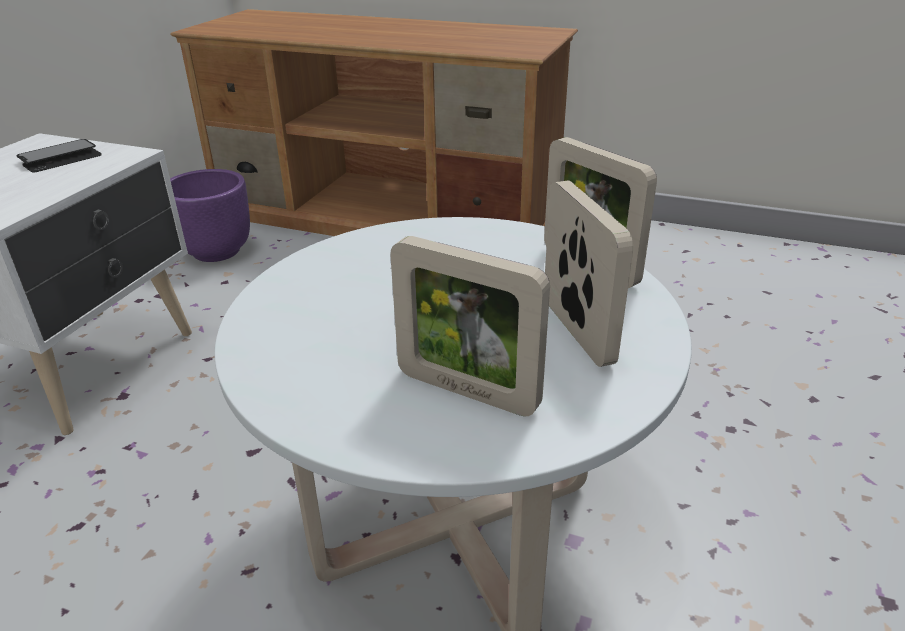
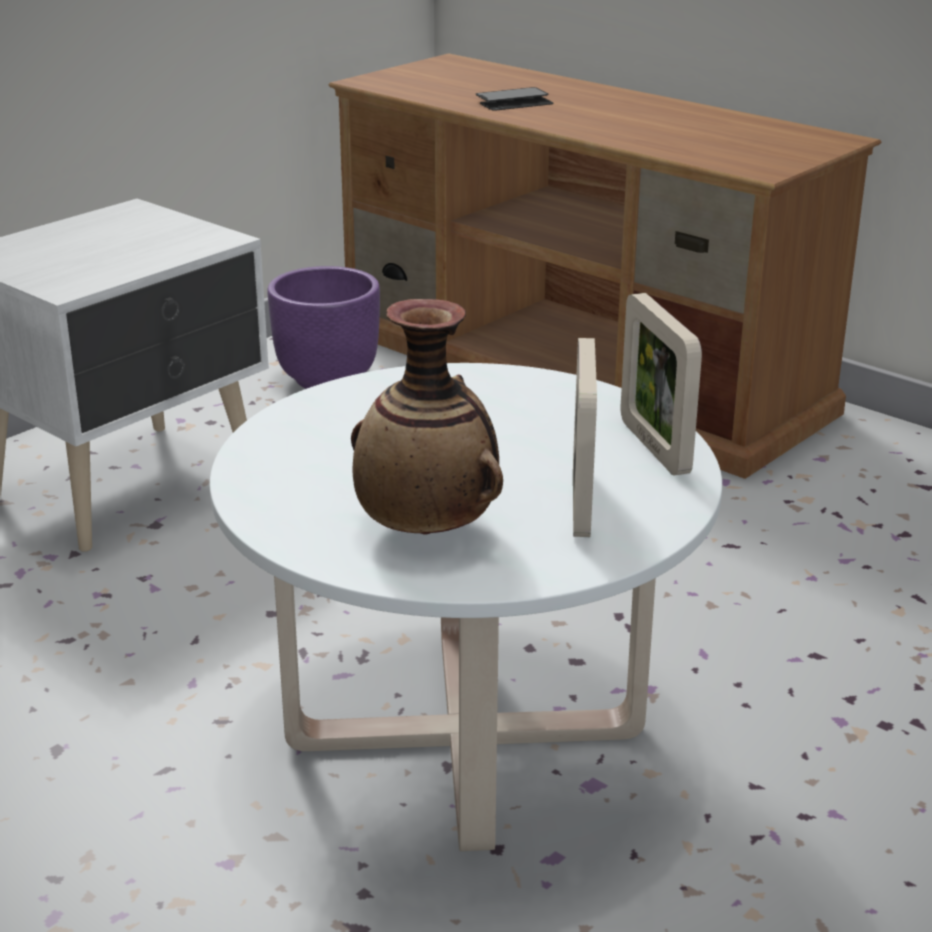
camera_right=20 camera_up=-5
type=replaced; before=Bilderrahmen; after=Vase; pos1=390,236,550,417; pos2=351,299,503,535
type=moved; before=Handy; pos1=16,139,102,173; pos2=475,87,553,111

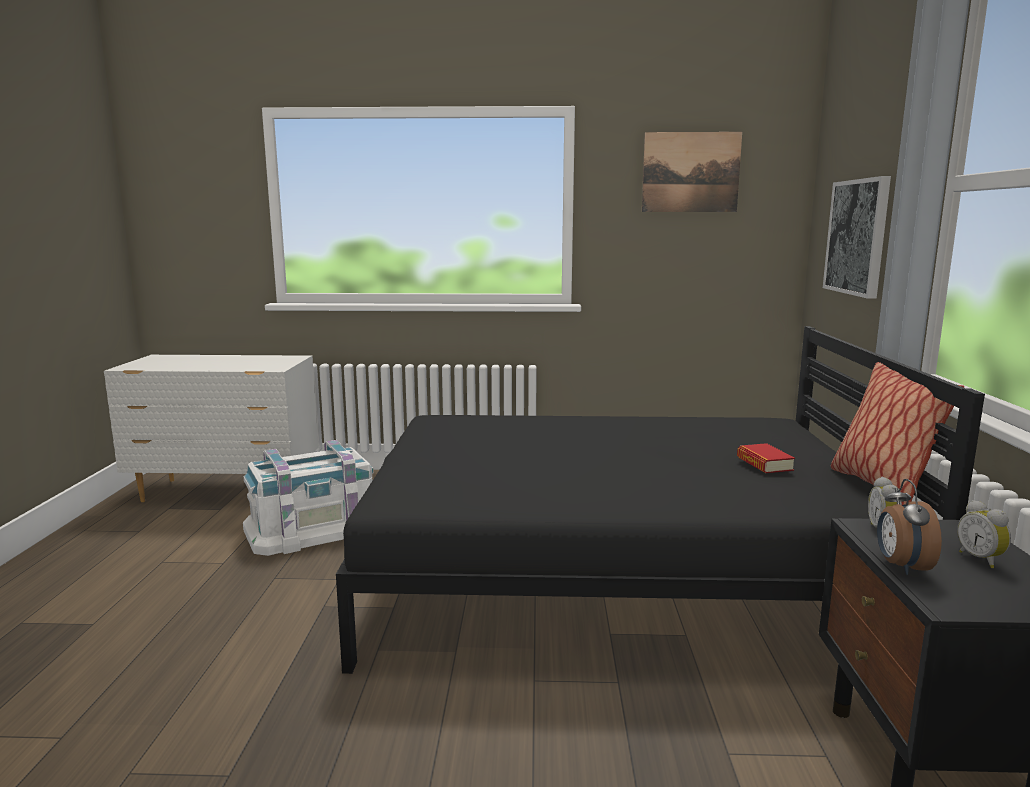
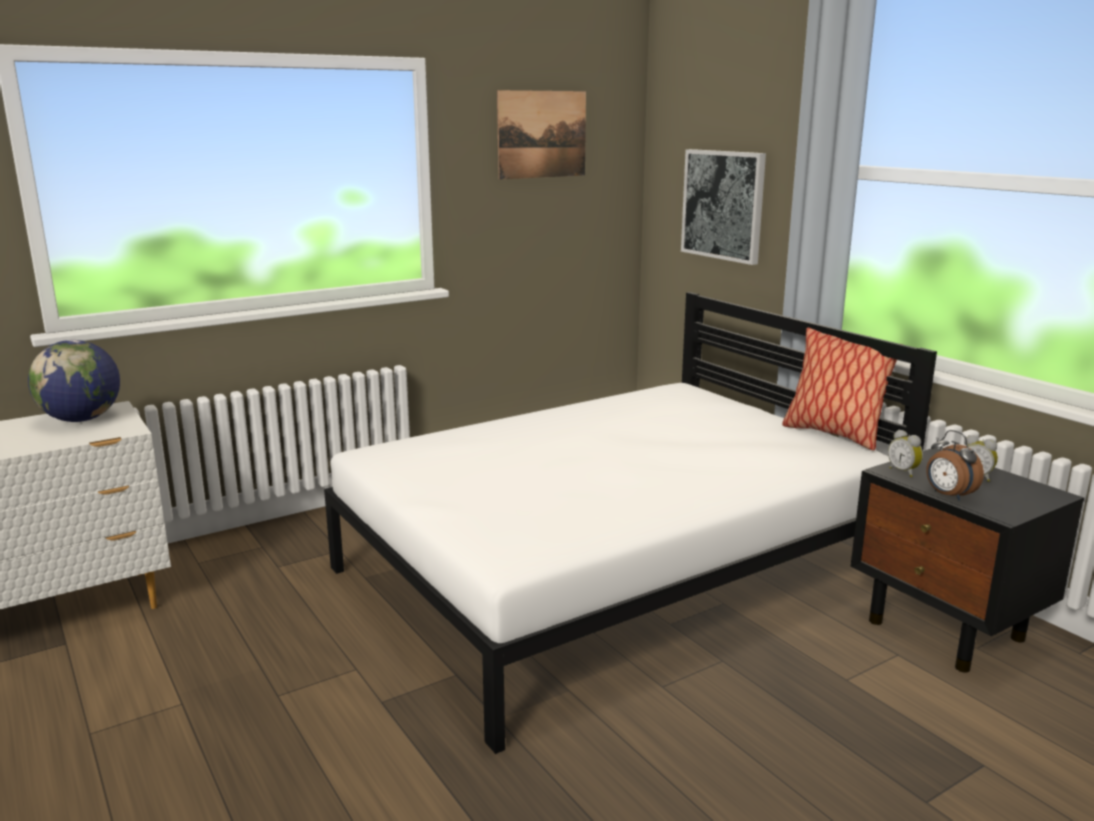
camera_right=-35 camera_up=5
type=added; after=Globus; pos2=28,340,120,422
type=recoloured; before=Bett (schwarz); after=Bett (weiß); pos1=336,326,985,674; pos2=324,292,937,754
type=removed; before=Aufbewahrungsbox (weiß); pos1=243,440,374,556
type=removed; before=Buch; pos1=737,443,795,473

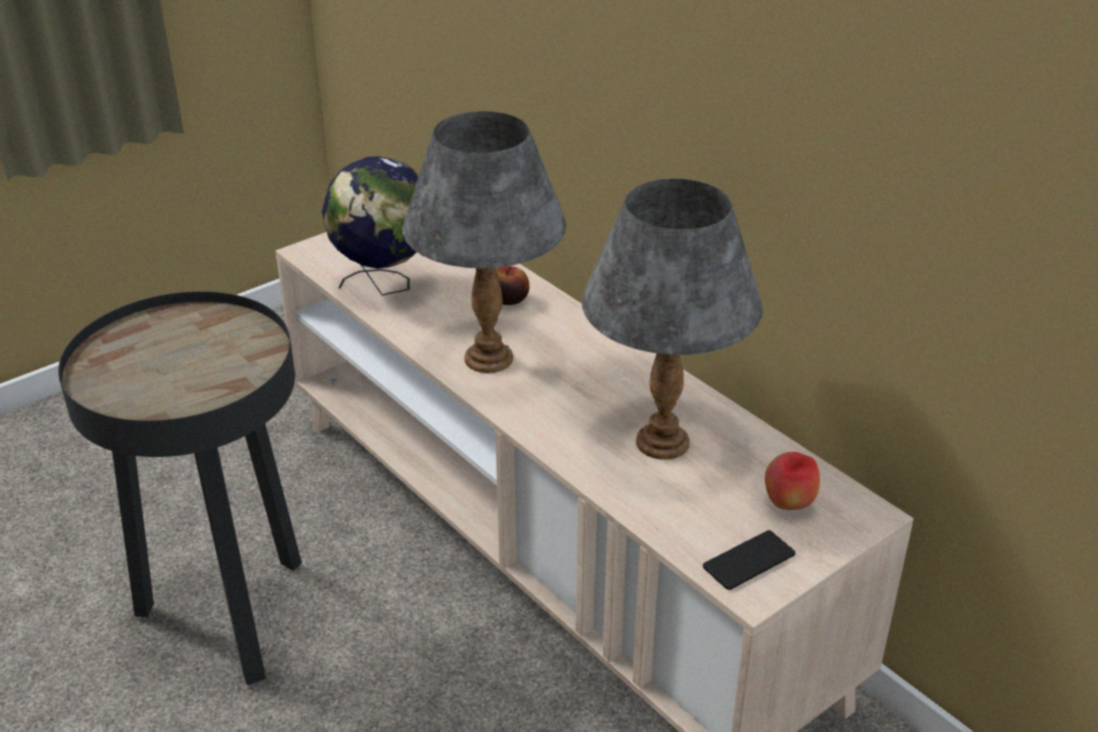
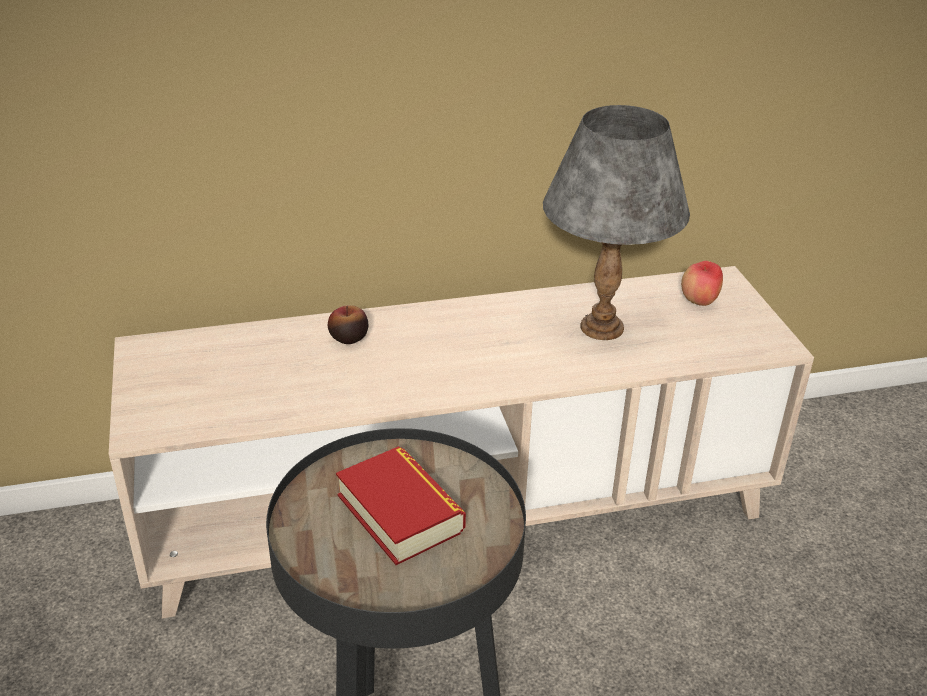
camera_right=-65 camera_up=0
type=added; after=Buch; pos2=336,446,466,565
type=removed; before=Globus; pos1=322,156,419,296
type=removed; before=Tischlampe (grau); pos1=402,111,567,373
type=removed; before=Handy; pos1=703,530,795,590

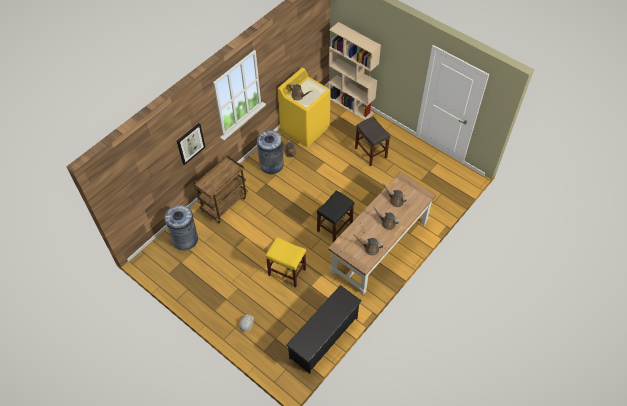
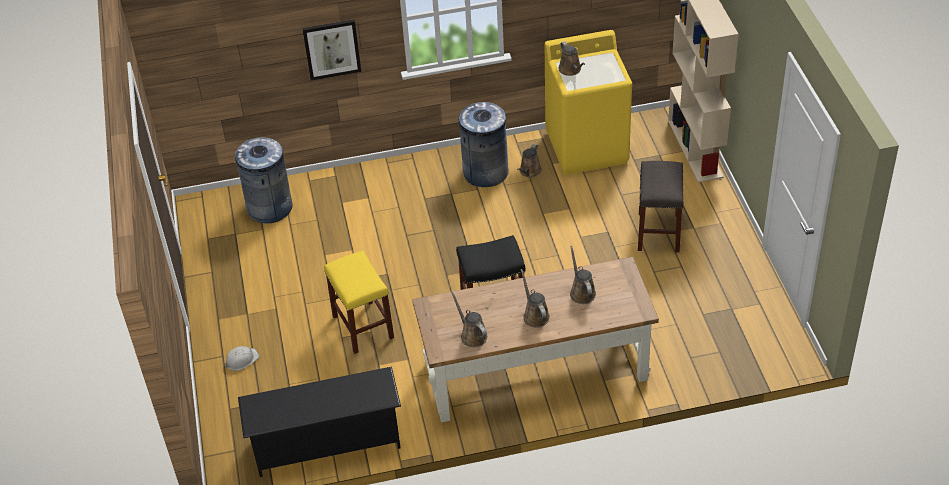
camera_right=40 camera_up=-10
type=removed; before=Rollwagen (braun); pos1=194,155,248,224

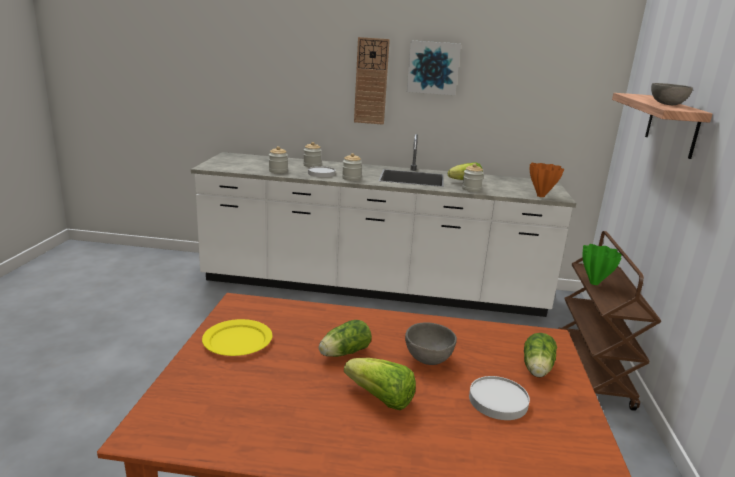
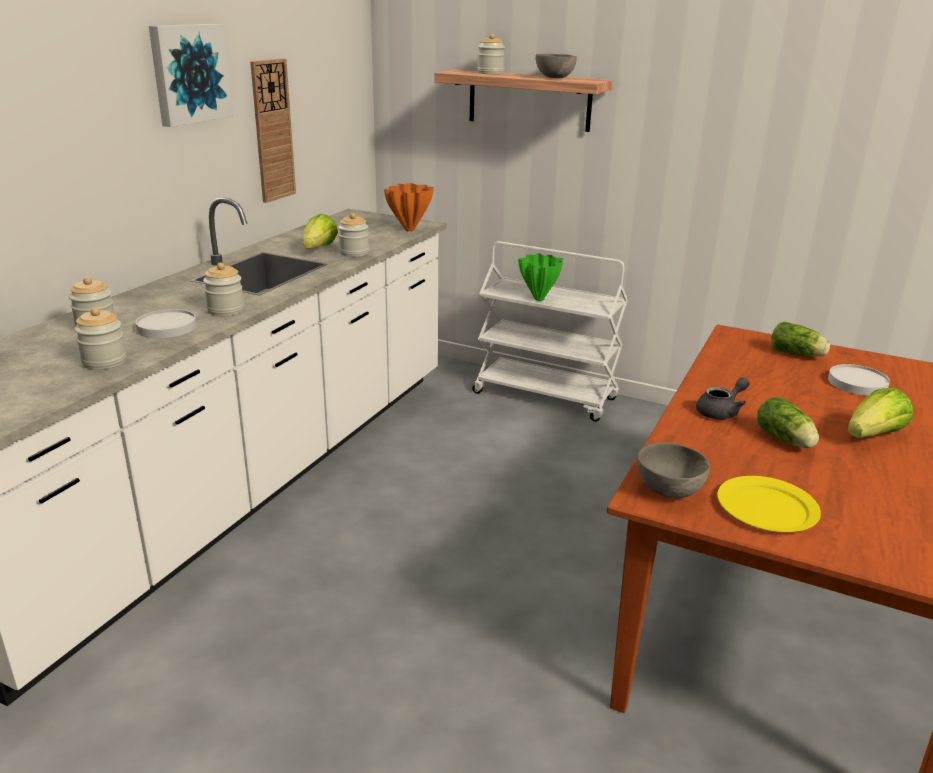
camera_right=-70 camera_up=5
type=moved; before=Wanduhr; pos1=354,37,390,125; pos2=250,58,296,203
type=recoloured; before=Rollwagen (braun); after=Rollwagen (weiß); pos1=558,231,661,411; pos2=472,241,628,422
type=added; after=Vorratsglas; pos2=477,33,505,74
type=moved; before=Schüssel (grau); pos1=405,322,457,365; pos2=637,443,710,499
type=added; after=Teekanne (grau); pos2=696,377,750,420

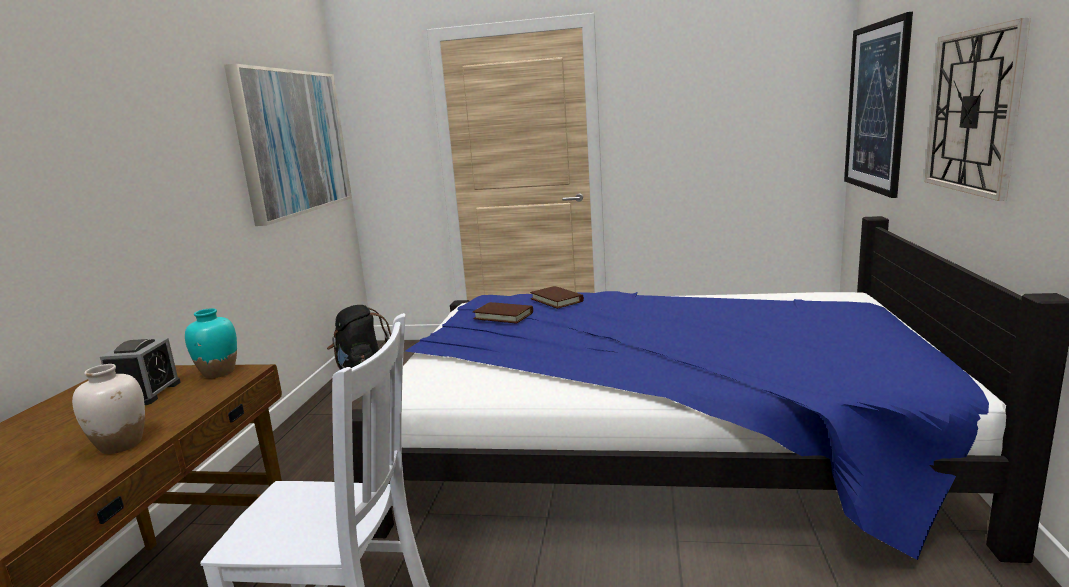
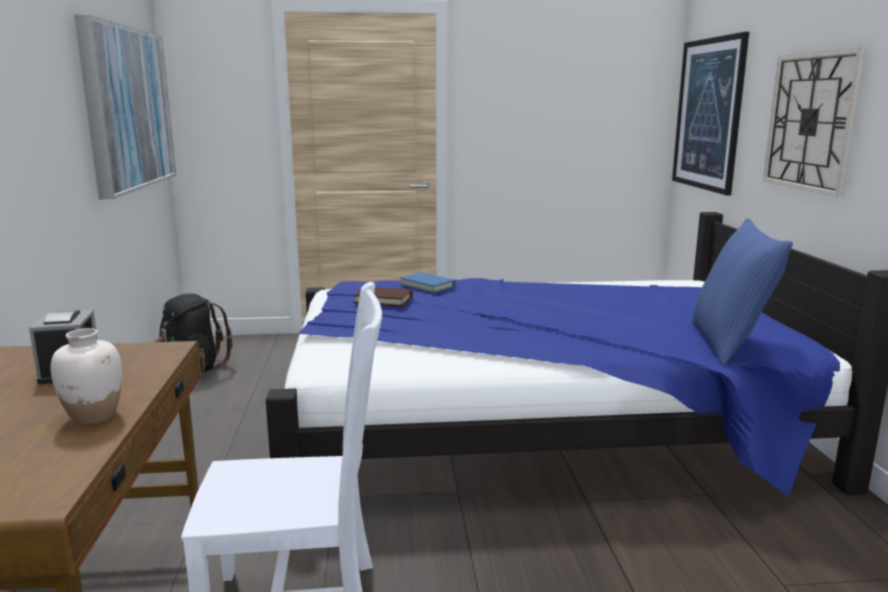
camera_right=-15 camera_up=0
type=recoloured; before=Buch (braun); after=Buch (blau); pos1=530,286,584,309; pos2=400,272,456,293
type=added; after=Kissen (blau); pos2=692,218,793,366
type=removed; before=Vase (türkis); pos1=185,308,237,378

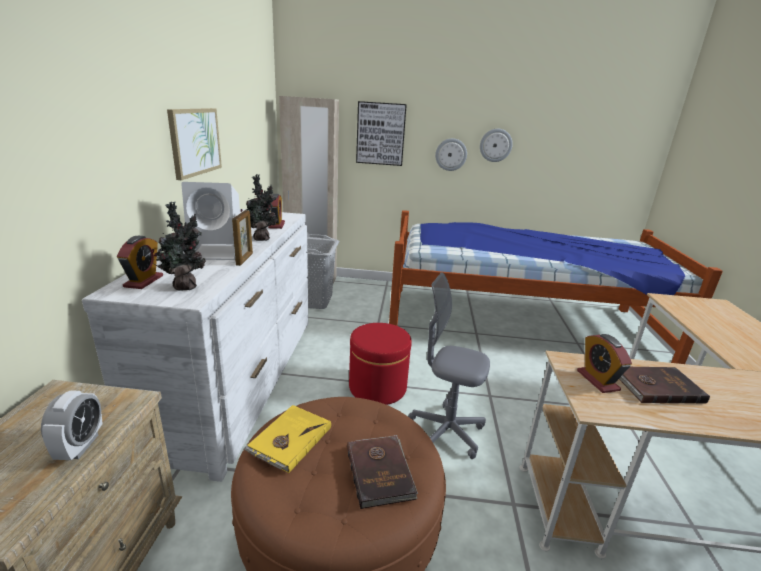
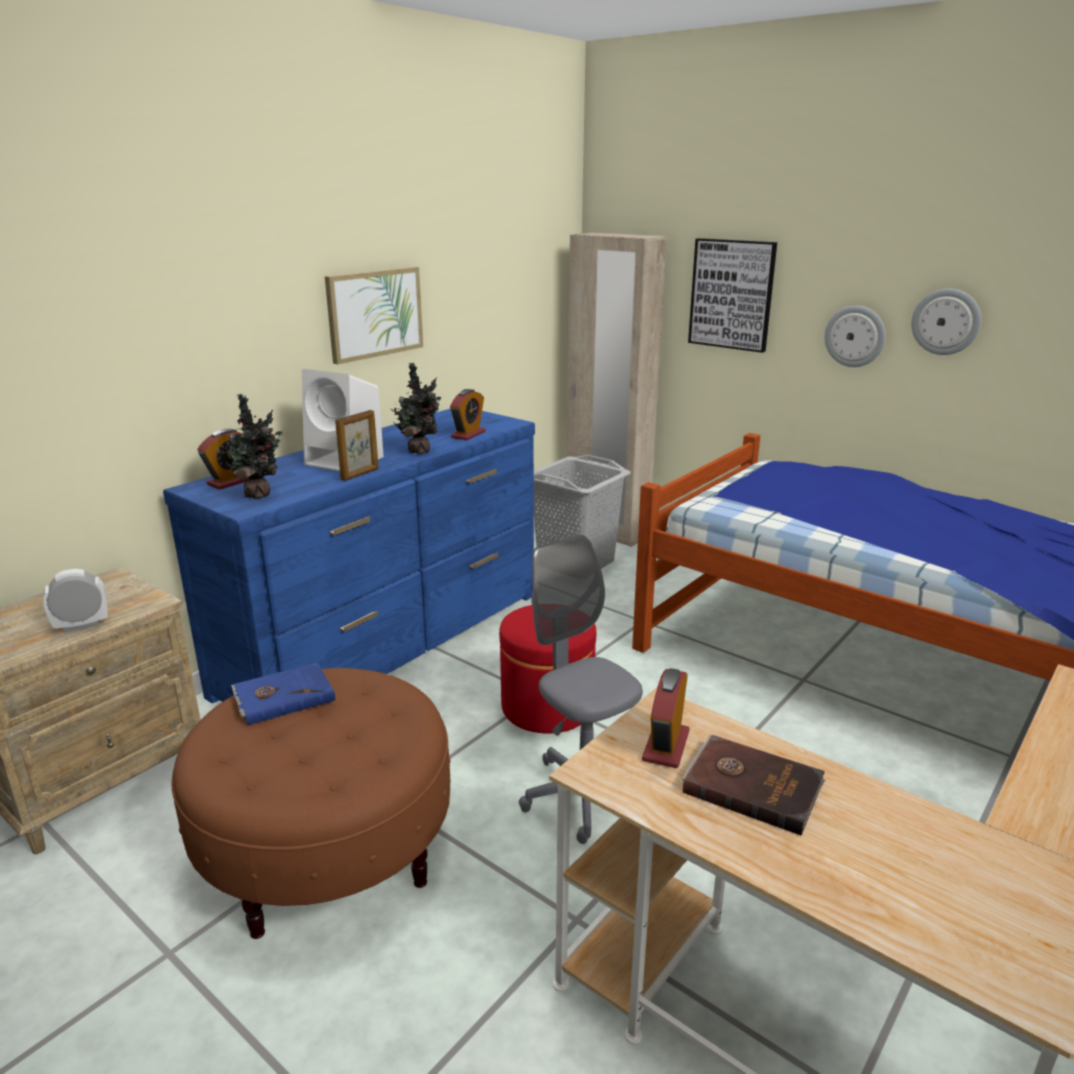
camera_right=35 camera_up=0
type=turned; before=Wecker; pos1=41,390,103,460; pos2=43,569,107,633; turn=-150
type=recoloured; before=Kommode (weiß); after=Kommode (blau); pos1=82,209,308,482; pos2=163,409,535,703
type=recoloured; before=Buch (gelb); after=Buch (blau); pos1=244,405,331,473; pos2=231,662,335,725
type=removed; before=Buch (braun); pos1=347,435,418,509

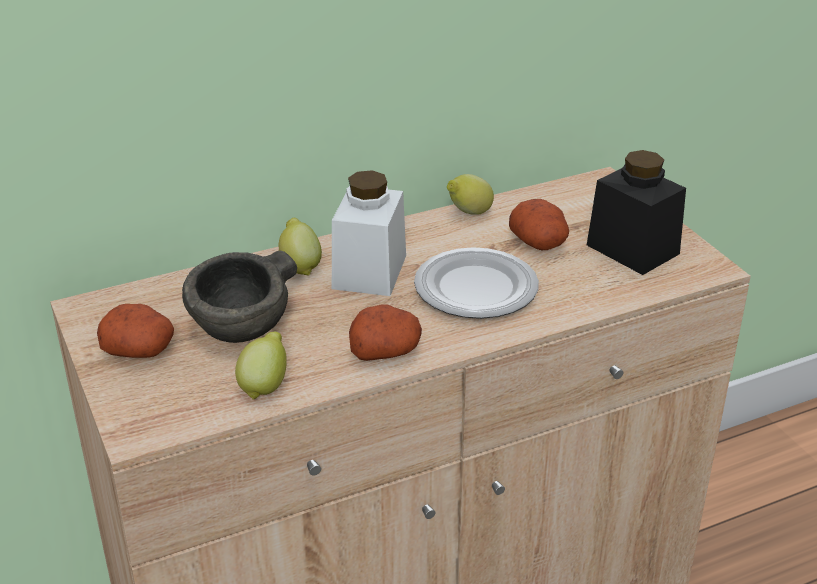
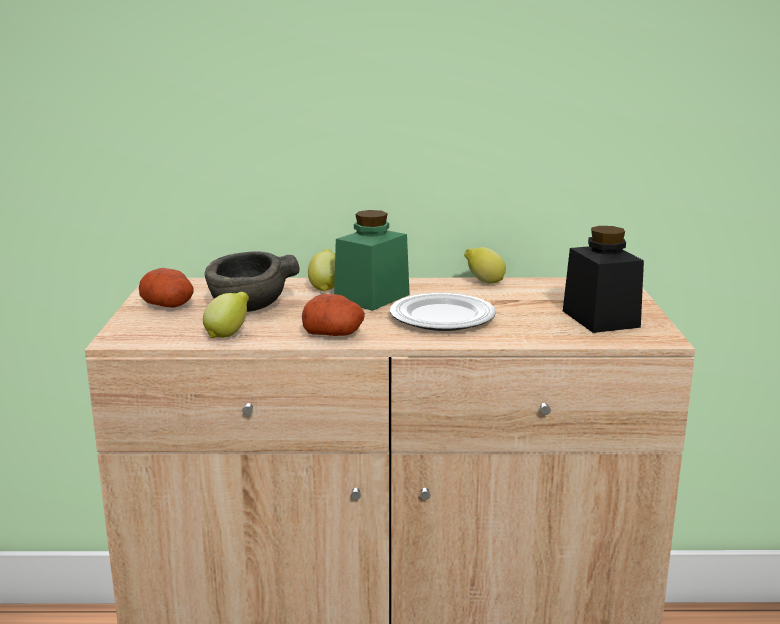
camera_right=25 camera_up=-15
type=recoloured; before=Vorratsglas (weiß); after=Vorratsglas (grün); pos1=332,170,406,296; pos2=334,210,410,311
type=removed; before=Kartoffel; pos1=509,199,569,250

